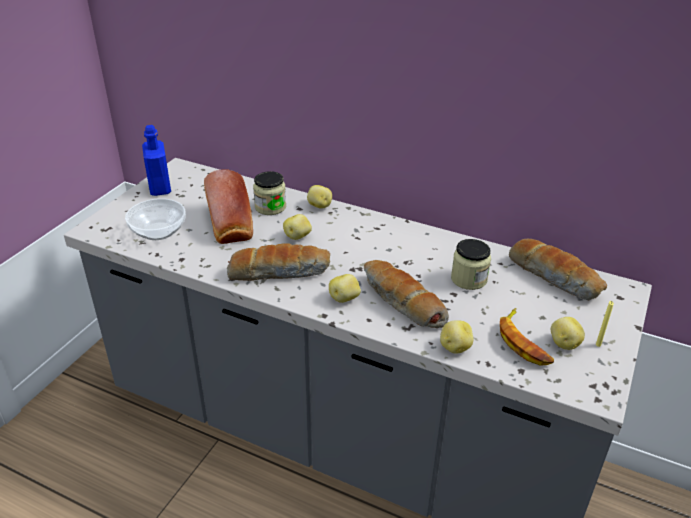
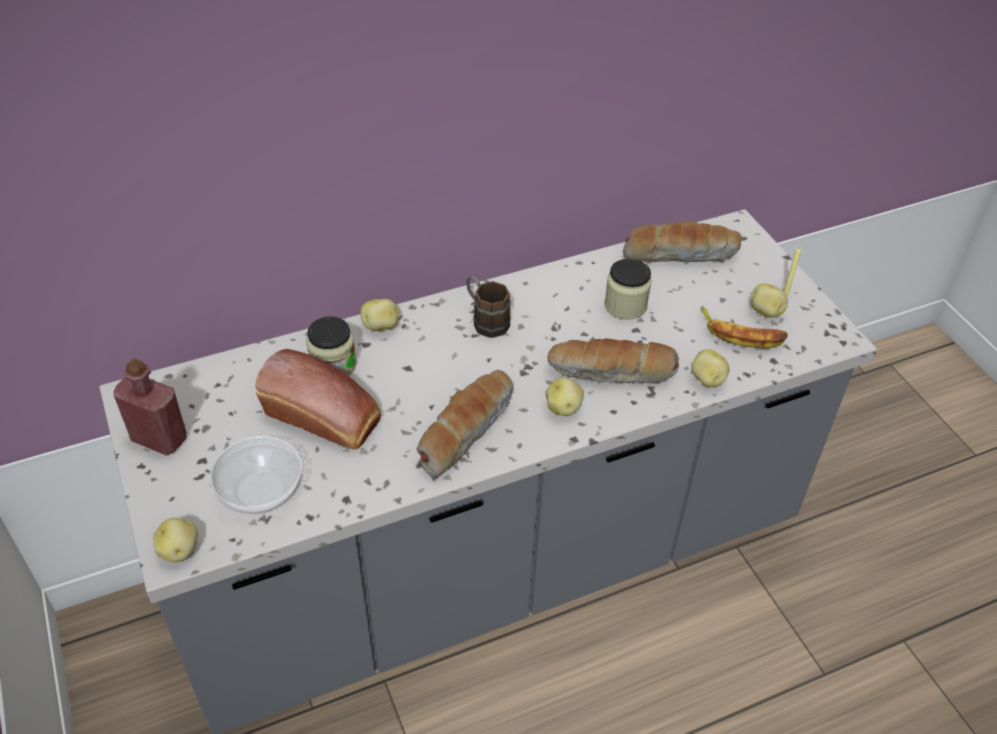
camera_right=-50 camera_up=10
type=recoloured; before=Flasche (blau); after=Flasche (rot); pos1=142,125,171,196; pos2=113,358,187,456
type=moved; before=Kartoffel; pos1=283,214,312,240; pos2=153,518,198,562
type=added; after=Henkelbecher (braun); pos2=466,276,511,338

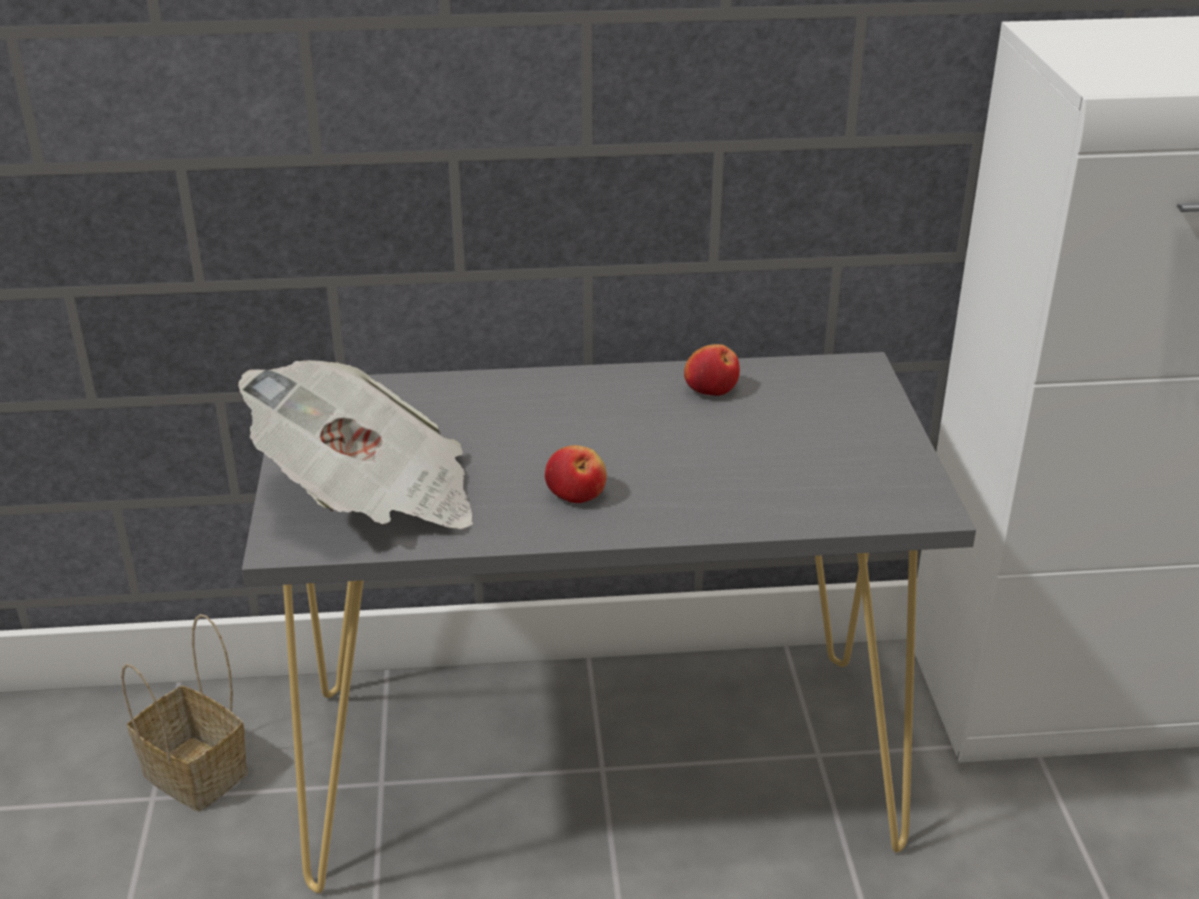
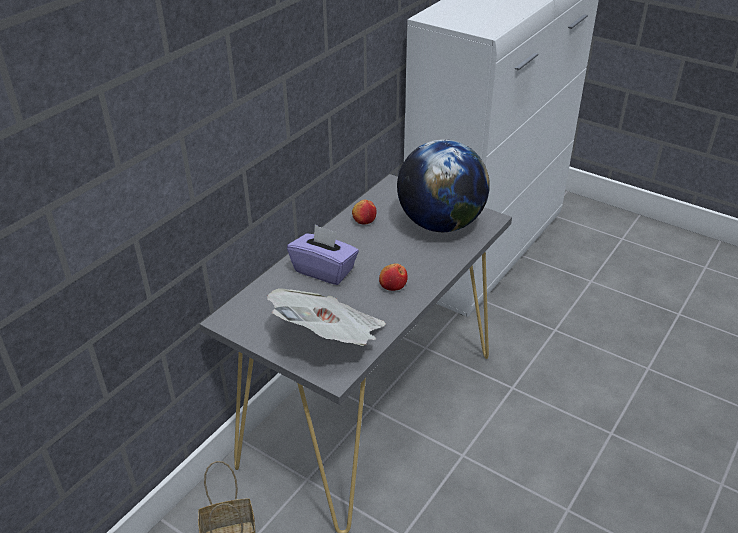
camera_right=-50 camera_up=5
type=added; after=Taschentuchbox (lila); pos2=287,225,359,285
type=added; after=Globus; pos2=397,139,490,232

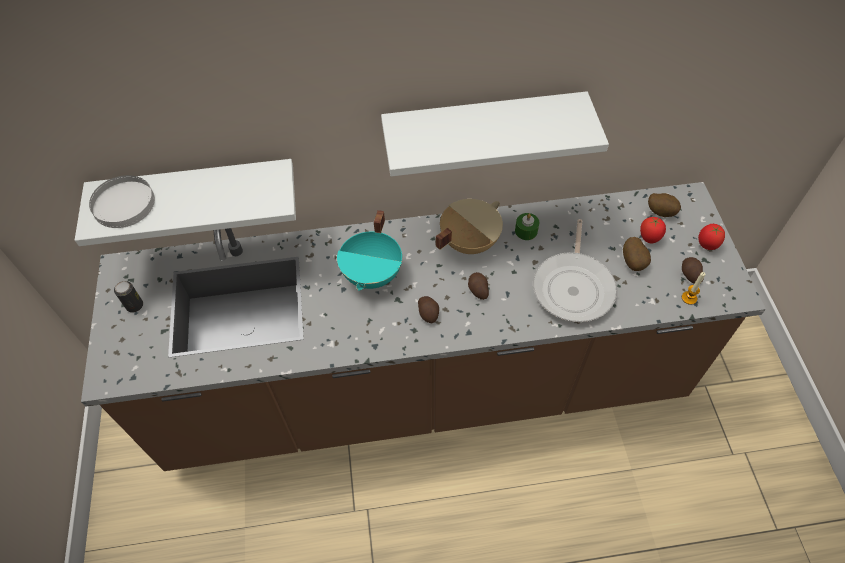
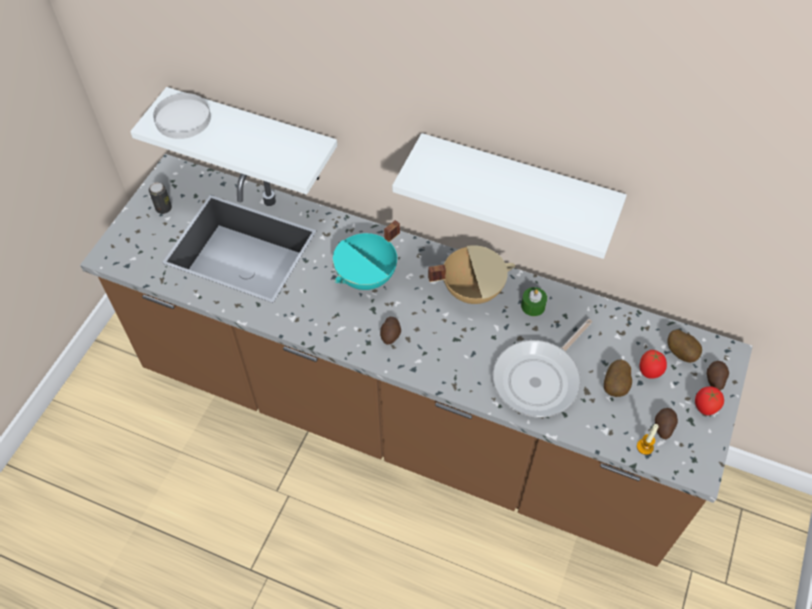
camera_right=30 camera_up=0
type=moved; before=Kartoffel; pos1=468,272,489,300; pos2=707,361,729,391

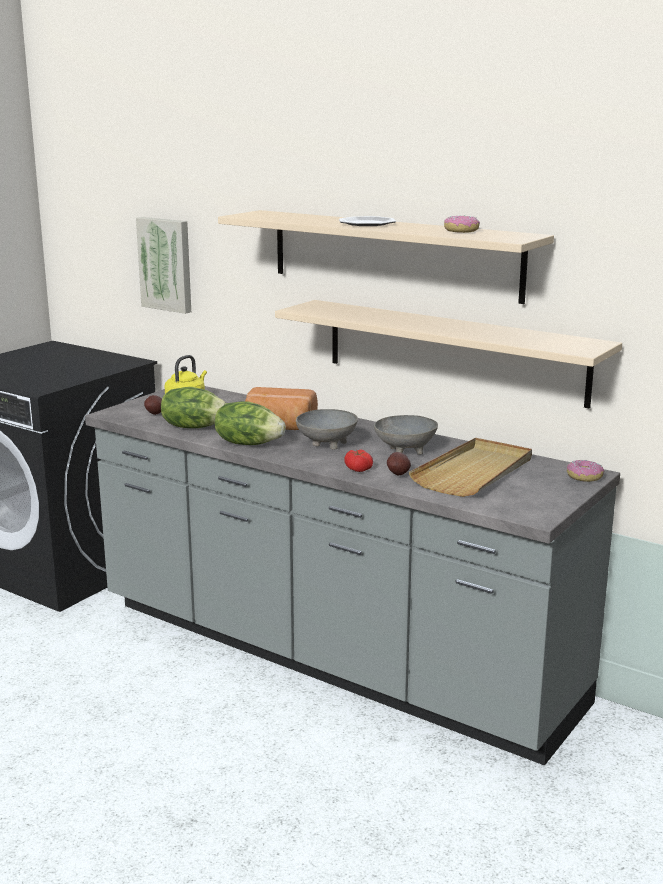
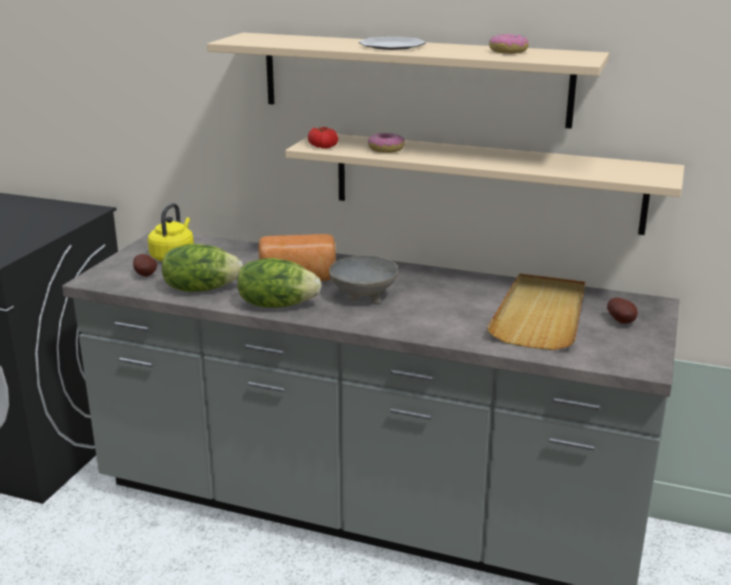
camera_right=-15 camera_up=5
type=moved; before=Tomate; pos1=344,449,373,472; pos2=308,127,338,149
type=moved; before=Donut; pos1=567,460,604,482; pos2=368,133,405,153
type=moved; before=Kartoffel; pos1=387,452,411,476; pos2=607,298,638,324
type=removed; before=Bild; pos1=136,217,191,314
type=removed; before=Schüssel (grau); pos1=374,415,438,455

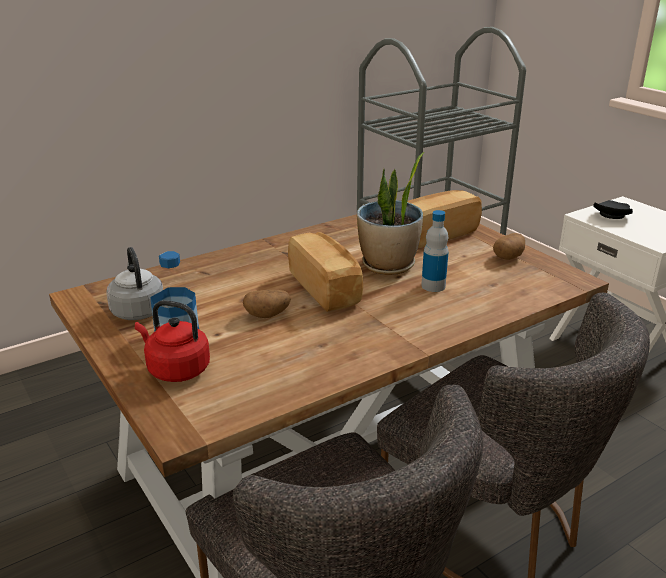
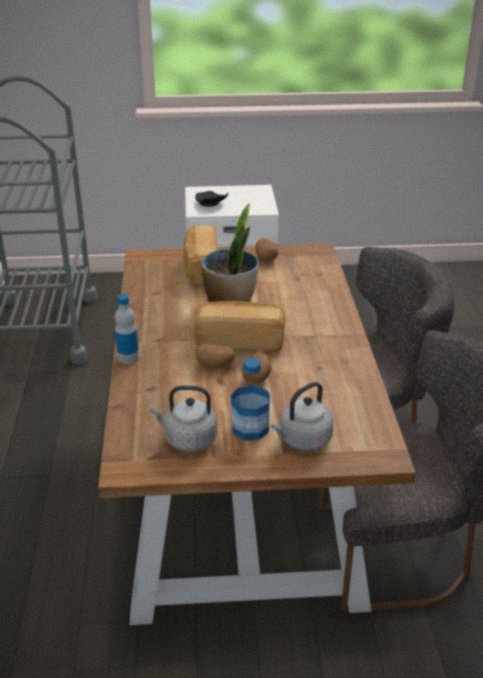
camera_right=-60 camera_up=5
type=moved; before=Flasche; pos1=421,210,449,292; pos2=115,294,139,364
type=added; after=Kartoffel; pos2=195,344,235,368
type=recoloured; before=Wasserkessel (rot); after=Wasserkessel (grau); pos1=135,300,210,382; pos2=271,382,333,450

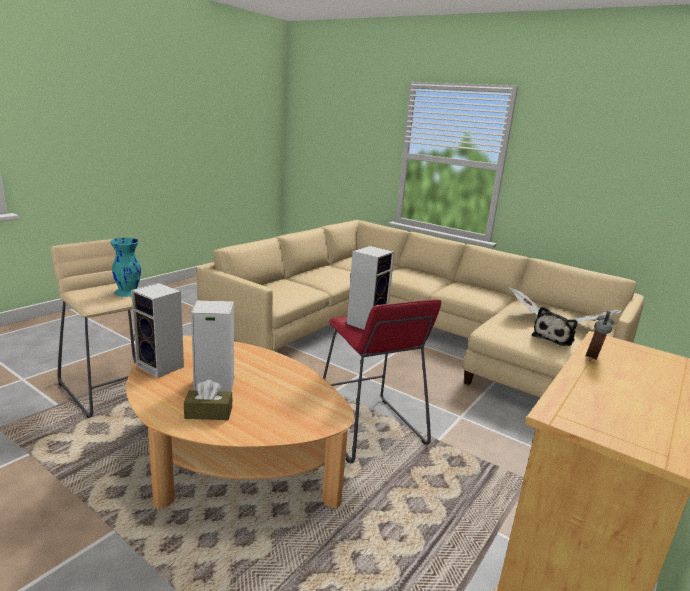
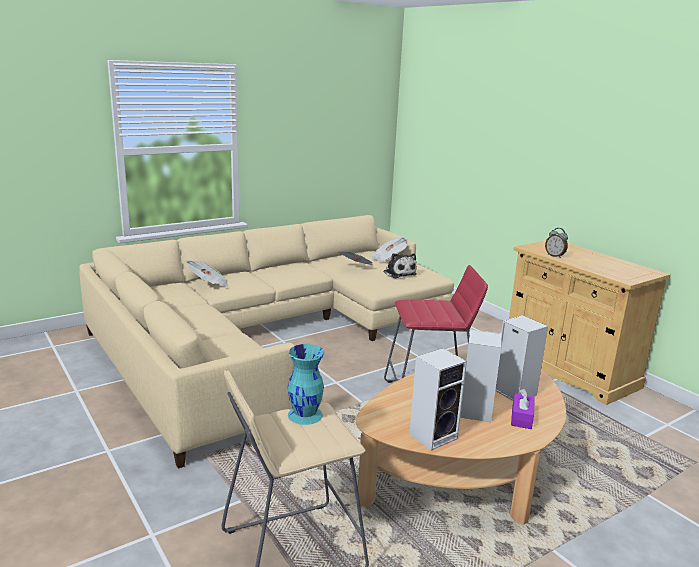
camera_right=-70 camera_up=0
type=added; after=Zeitung; pos2=186,260,229,287
type=moved; before=Lautsprecher; pos1=347,246,394,330; pos2=495,315,548,401
type=recoloured; before=Taschentuchbox (braun); after=Taschentuchbox (lila); pos1=184,380,232,420; pos2=511,389,535,429

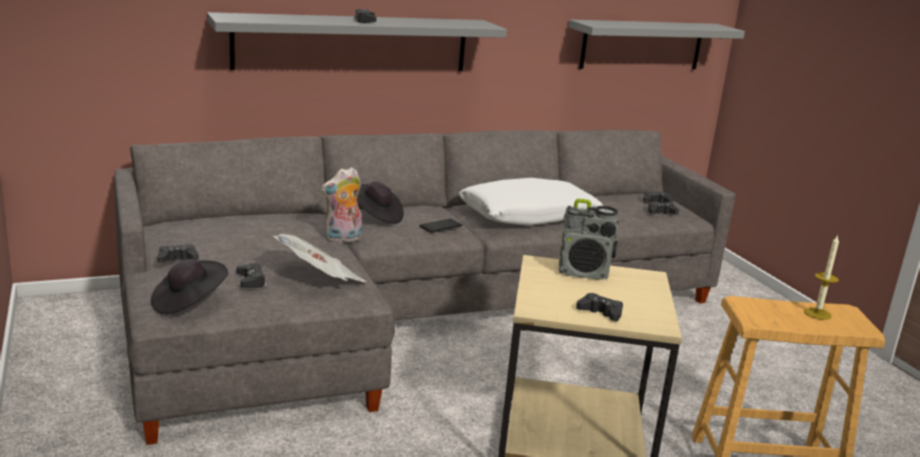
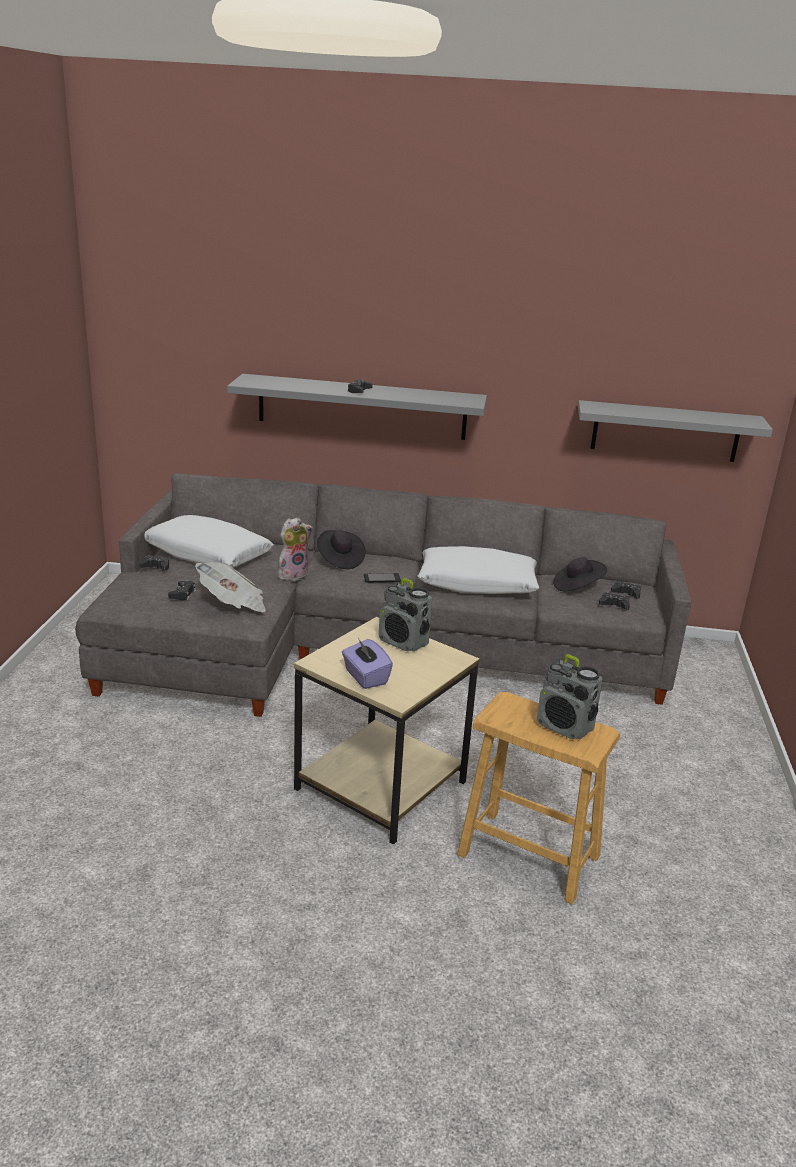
camera_right=30 camera_up=5
type=added; after=Kissen (weiß); pos2=144,515,274,567
type=turned; before=Plüschtier; pos1=321,167,362,243; pos2=278,517,313,581; turn=150
type=replaced; before=Gamepad (schwarz); after=Taschentuchbox (lila); pos1=576,293,623,321; pos2=342,638,393,689
type=replaced; before=Kerze; after=Radio; pos1=804,235,839,320; pos2=537,654,603,740
type=moved; before=Hut (schwarz); pos1=151,259,228,314; pos2=553,558,607,591

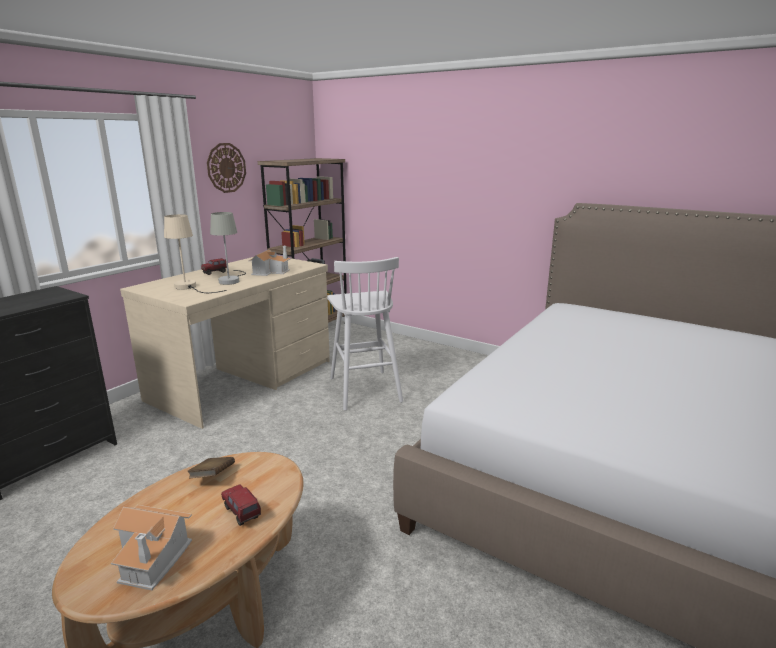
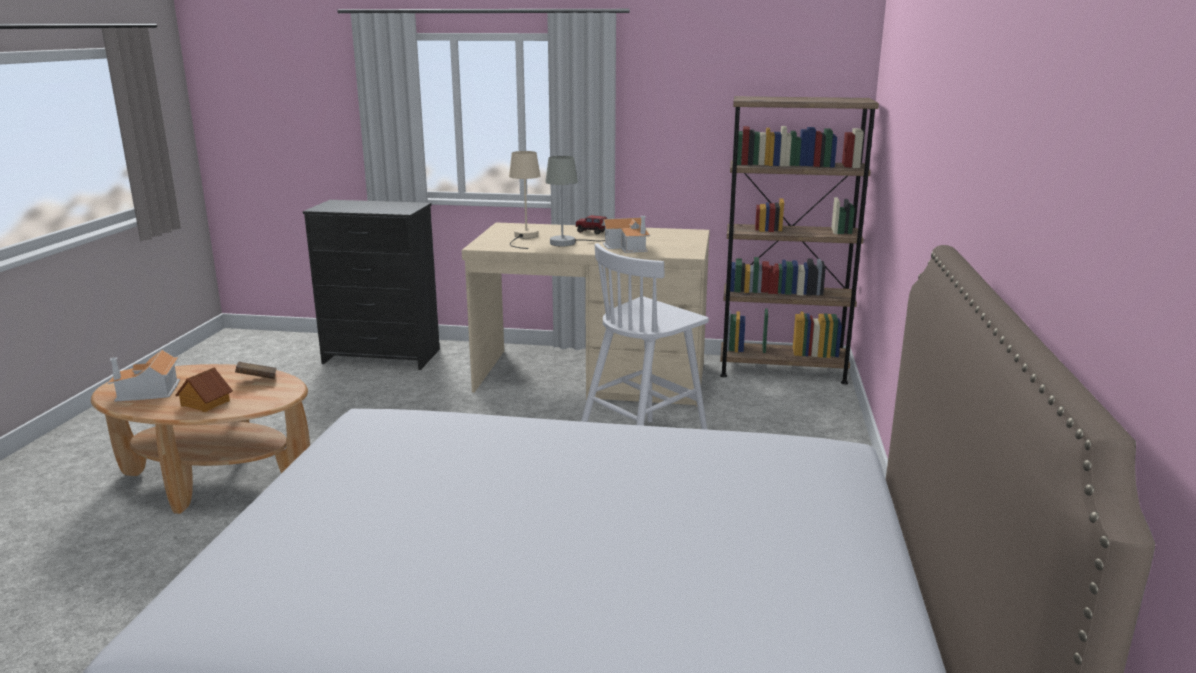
camera_right=65 camera_up=0
type=replaced; before=Spielzeuglaster; after=Spielzeughaus; pos1=221,484,261,526; pos2=176,367,233,412
type=removed; before=Wanduhr; pos1=207,143,246,193

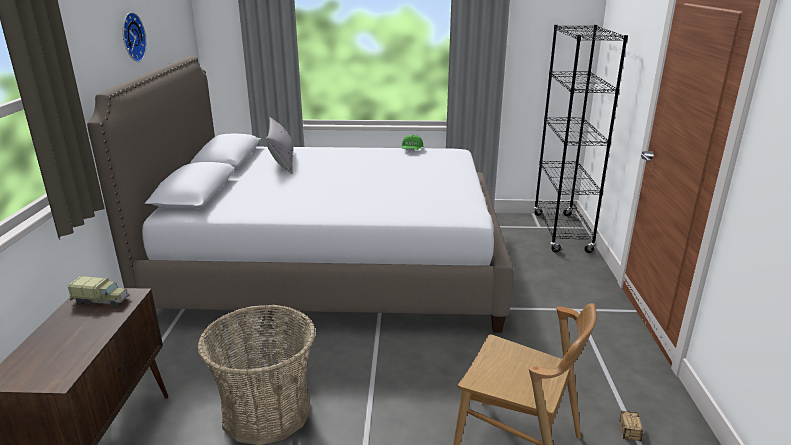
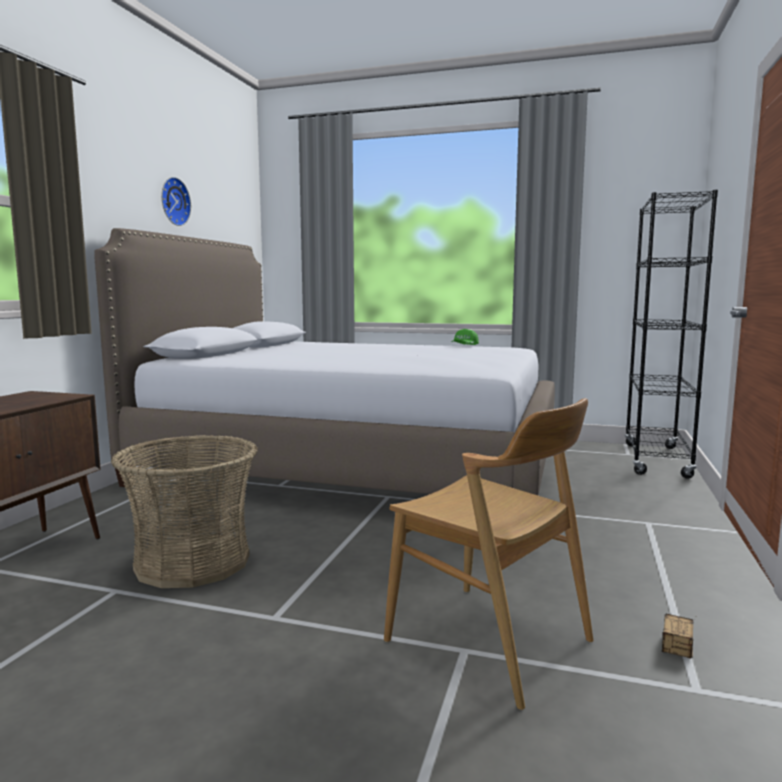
camera_right=15 camera_up=-15
type=removed; before=Spielzeuglaster; pos1=68,276,130,307
type=removed; before=Kissen (grau); pos1=266,117,293,174

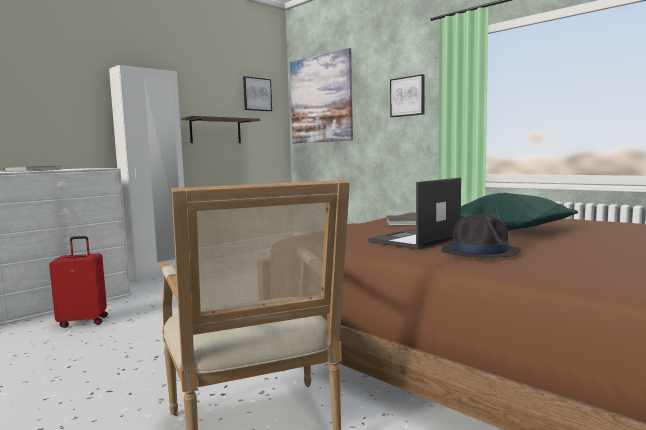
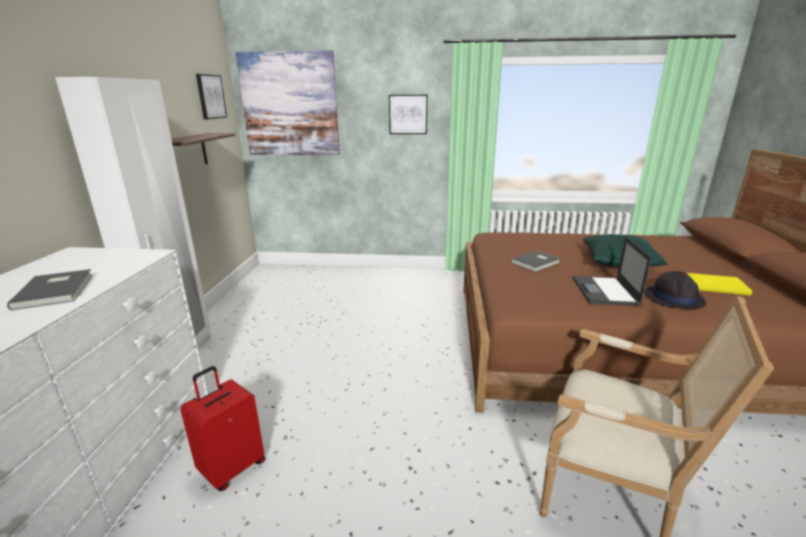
camera_right=-40 camera_up=15
type=added; after=Buch (gelb); pos2=687,273,752,295

